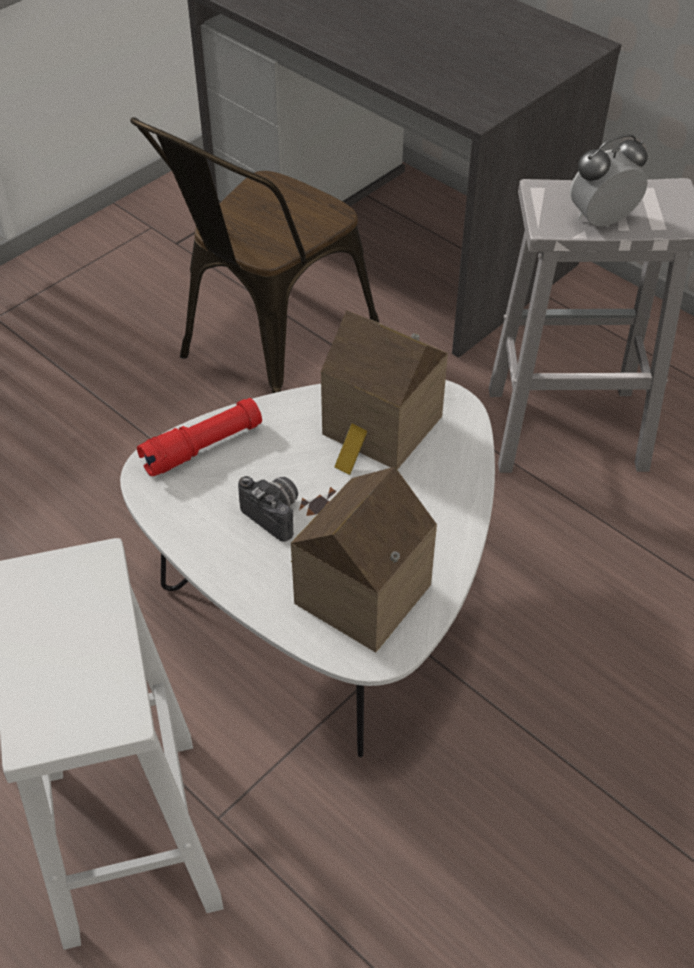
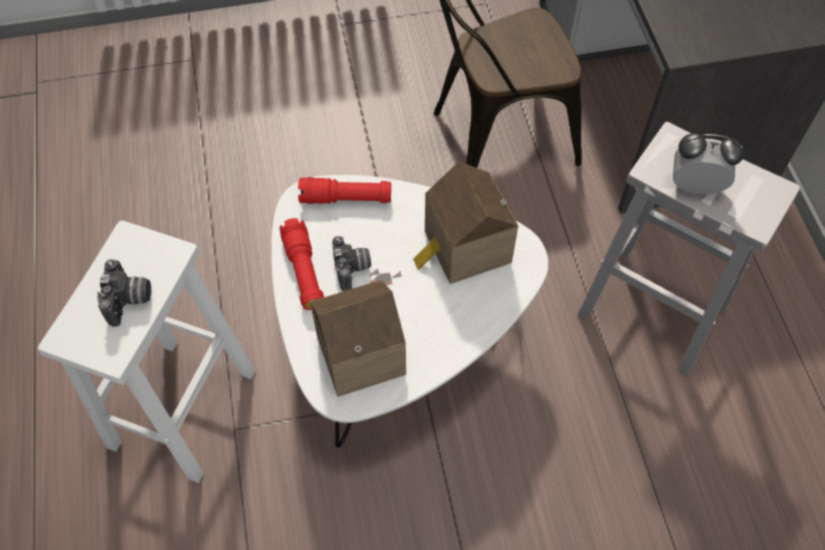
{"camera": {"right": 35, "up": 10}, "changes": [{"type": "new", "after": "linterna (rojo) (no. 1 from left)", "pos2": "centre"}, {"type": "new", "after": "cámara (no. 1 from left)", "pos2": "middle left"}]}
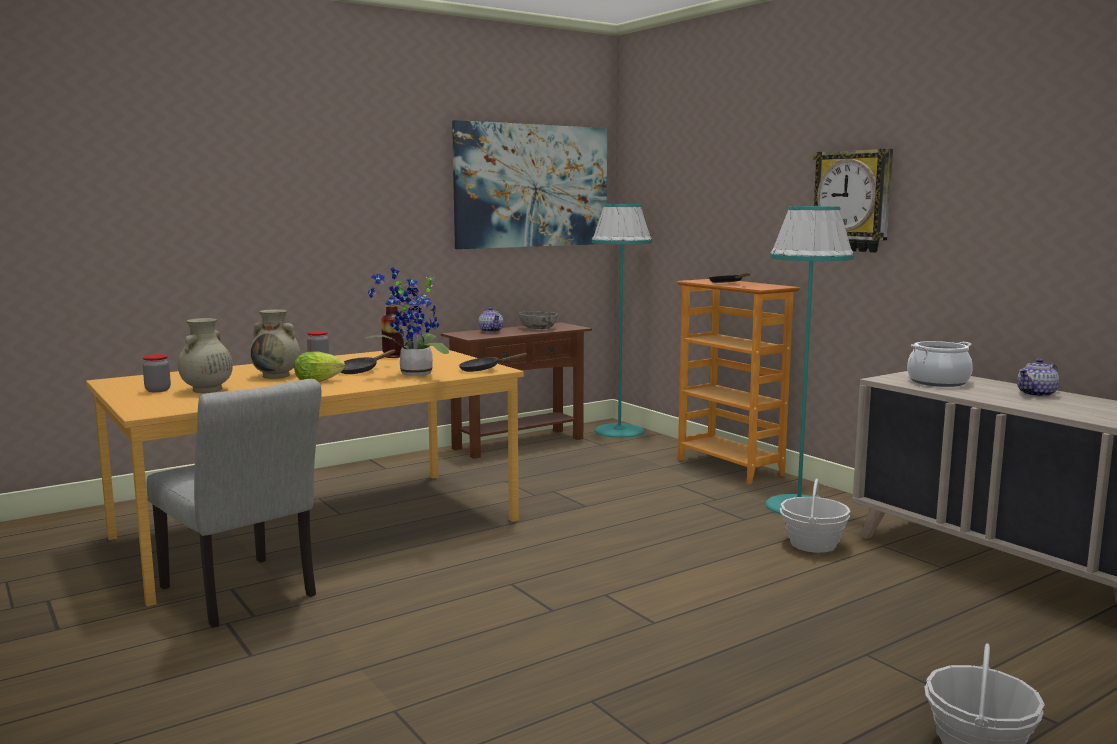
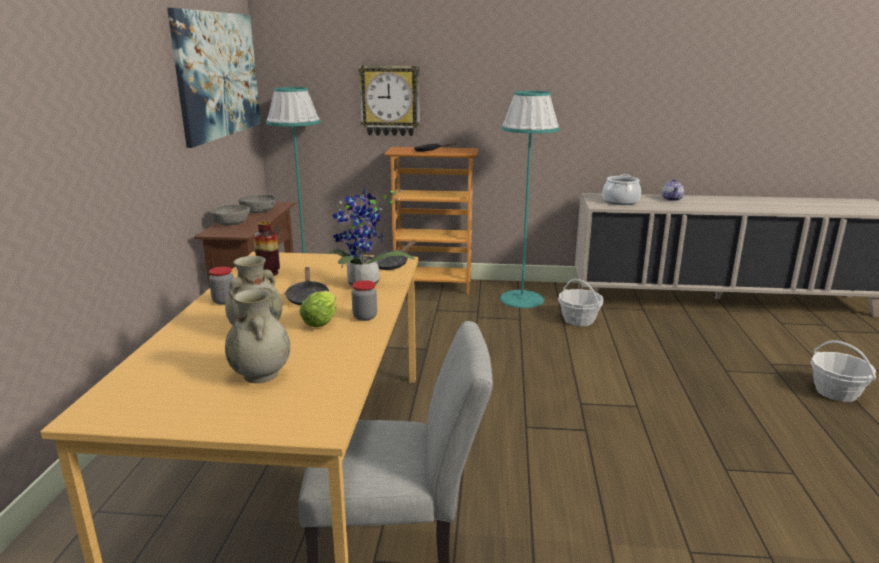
{"camera": {"right": -50, "up": 10}, "changes": [{"type": "shifted", "before": "reloj de pared", "pos1": "top right", "pos2": "top centre"}, {"type": "swapped", "before": "tetera (no. 1 from left)", "after": "cuenco (gris) (no. 1 from left)", "pos1": "centre", "pos2": "middle left"}, {"type": "shifted", "before": "tarro (no. 1 from left in the first image)", "after": "tarro (no. 2 from left)", "pos1": "middle left", "pos2": "centre"}]}
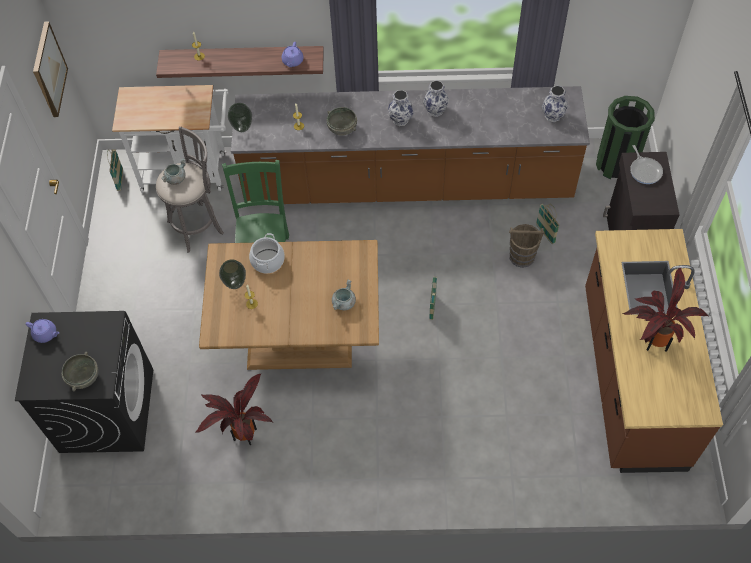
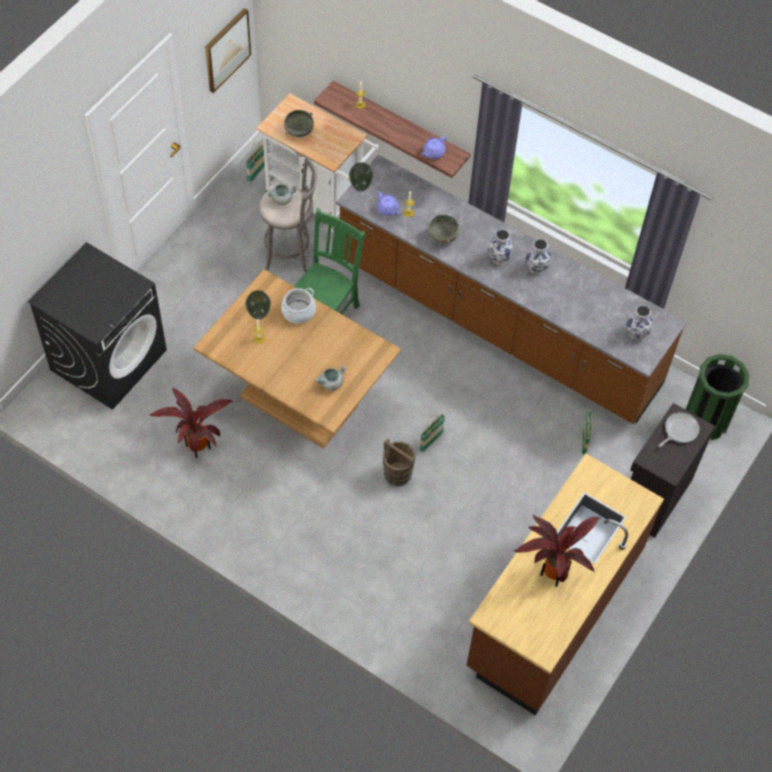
{"camera": {"right": 30, "up": 0}, "changes": [{"type": "rotated", "before": "sartén", "pos1": "top right", "pos2": "middle right", "turn": -150}, {"type": "shifted", "before": "cubo (marrón)", "pos1": "middle right", "pos2": "centre"}, {"type": "shifted", "before": "tetera (morado) (no. 1 from left)", "pos1": "middle left", "pos2": "top centre"}, {"type": "shifted", "before": "cuenco (gris) (no. 1 from left)", "pos1": "middle left", "pos2": "top centre"}]}
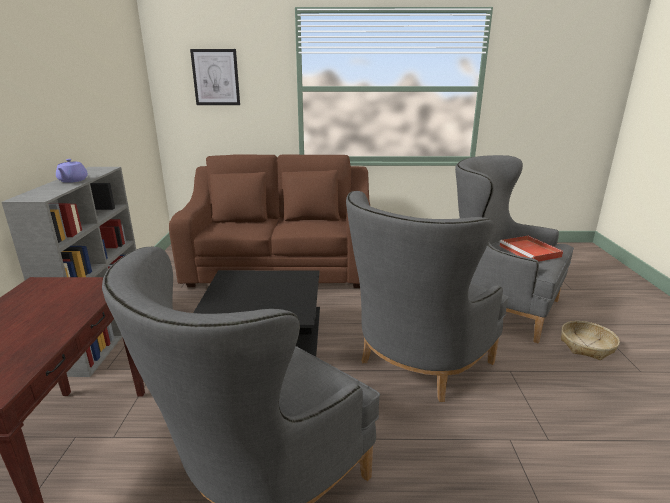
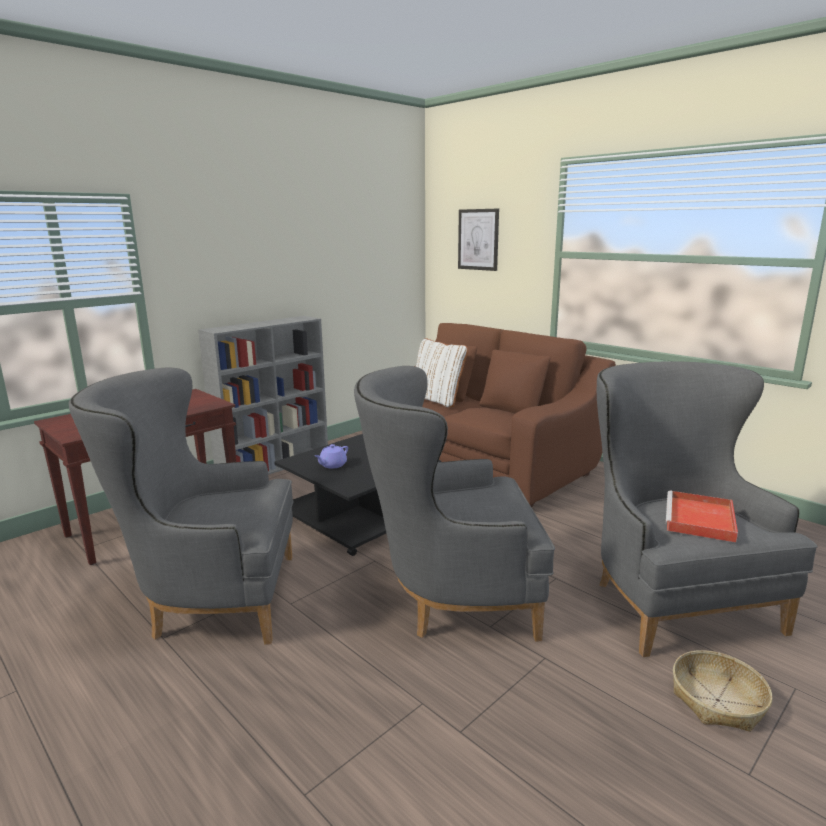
{"camera": {"right": 45, "up": -5}, "changes": [{"type": "shifted", "before": "tetera (morado)", "pos1": "middle left", "pos2": "centre"}, {"type": "new", "after": "cojín (blanco)", "pos2": "centre"}]}
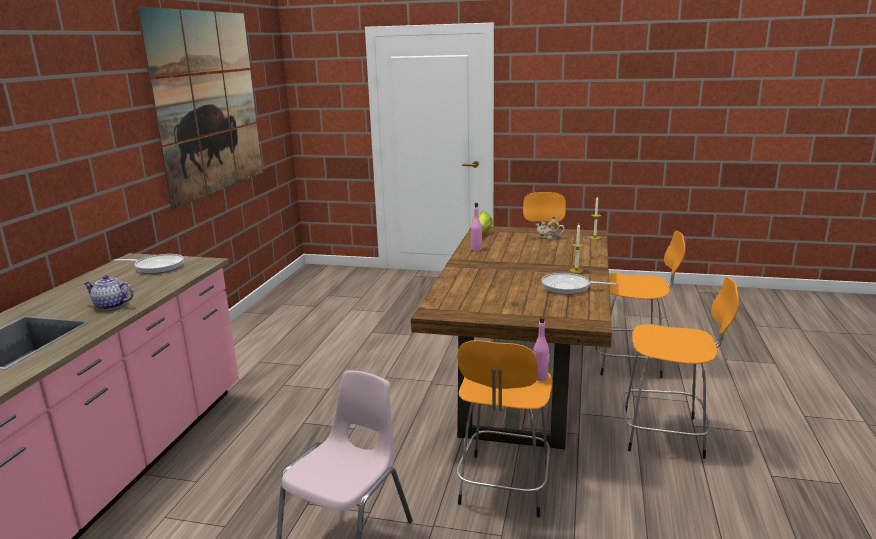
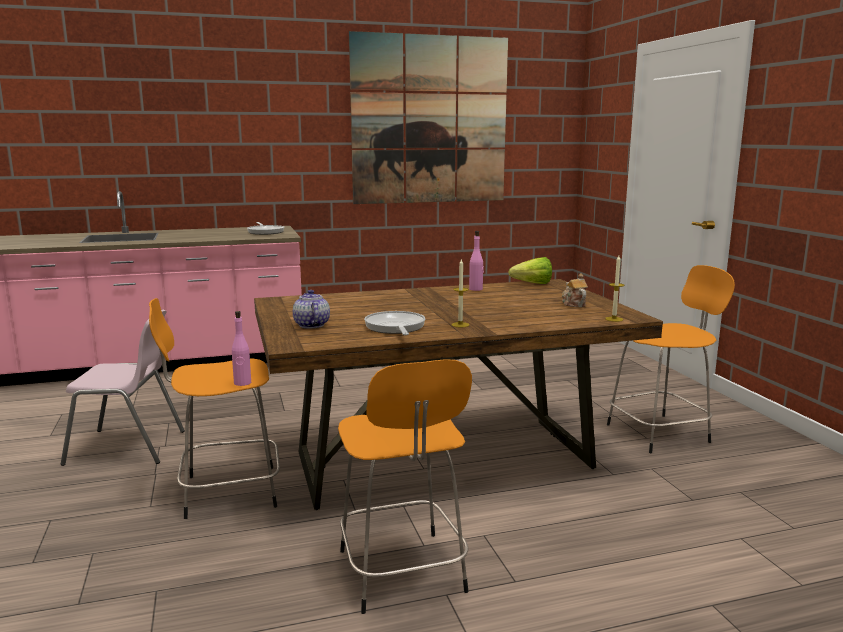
{"camera": {"right": 60, "up": -5}, "changes": [{"type": "gone", "before": "taburete (naranja) (no. 3 from left)", "pos1": "middle right"}, {"type": "shifted", "before": "tetera (no. 1 from left)", "pos1": "middle left", "pos2": "centre"}]}
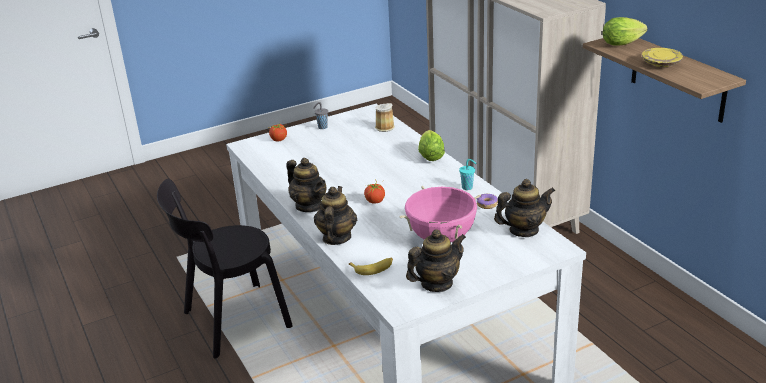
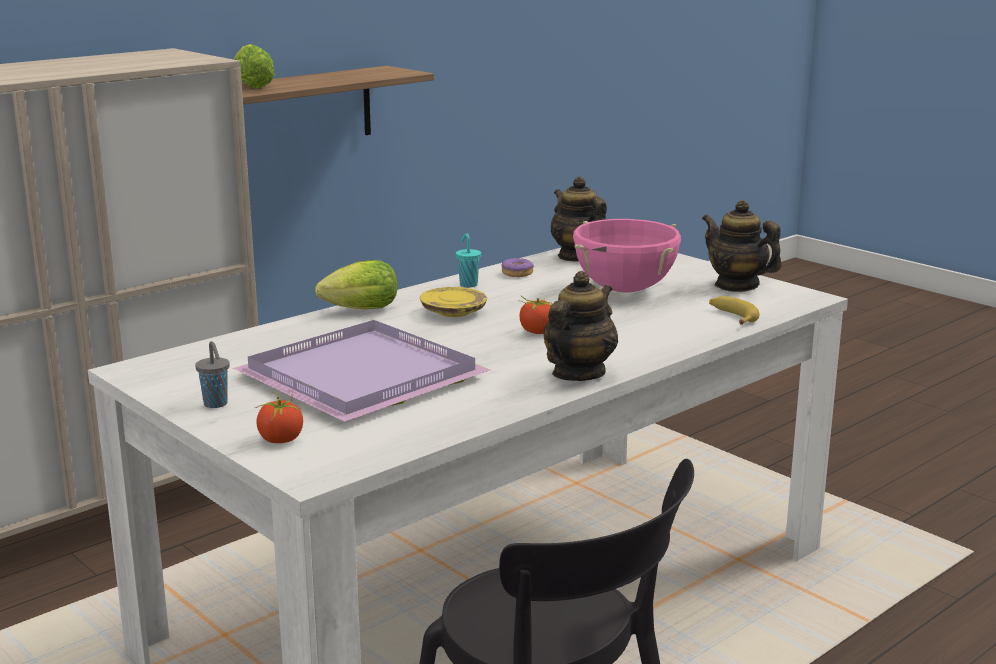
{"camera": {"right": -105, "up": -10}, "changes": [{"type": "shifted", "before": "plato (amarillo)", "pos1": "top right", "pos2": "centre"}, {"type": "gone", "before": "taza grande", "pos1": "top centre"}, {"type": "gone", "before": "tetera (no. 2 from left)", "pos1": "centre"}, {"type": "new", "after": "bandeja (morado)", "pos2": "centre"}]}
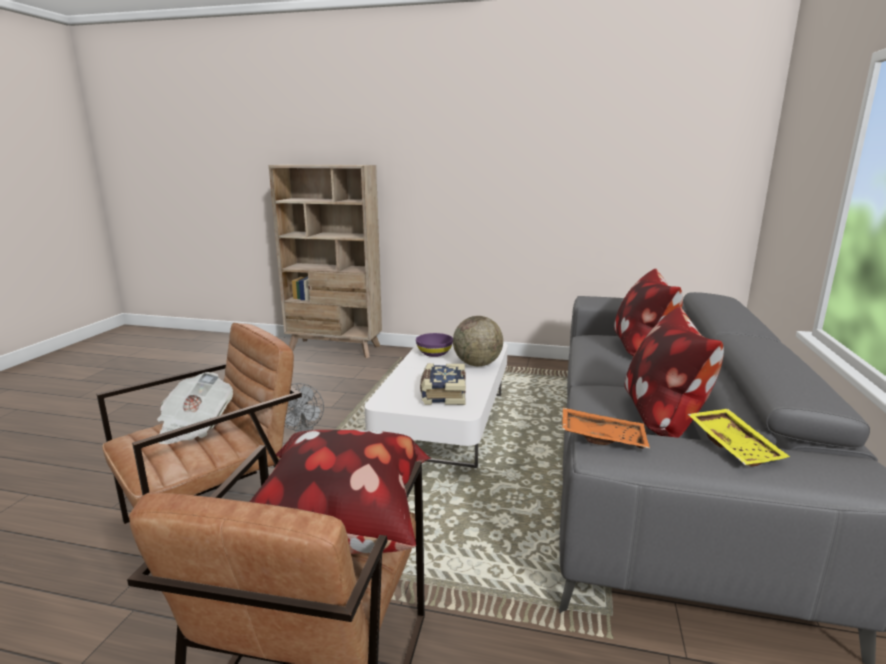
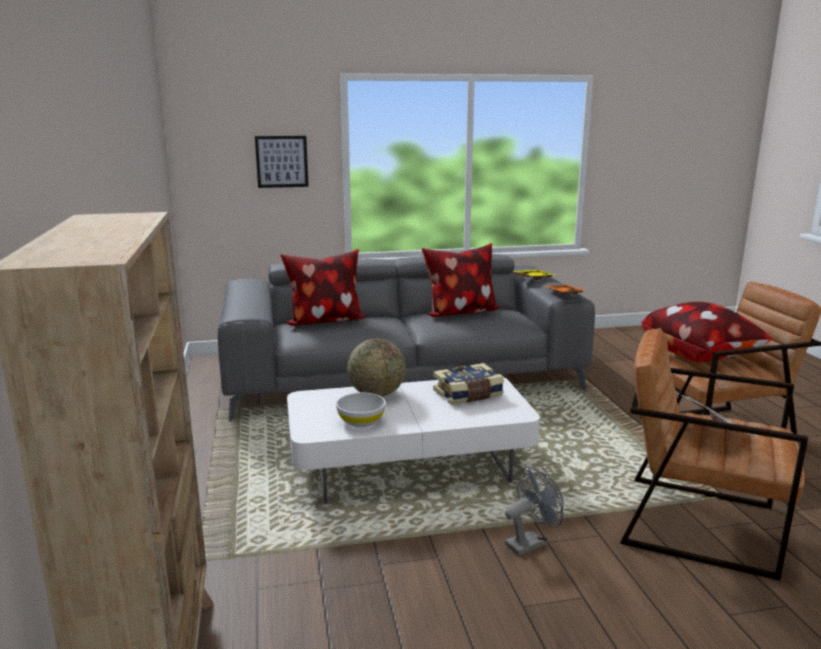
{"camera": {"right": -115, "up": 0}, "changes": [{"type": "repainted", "before": "cuenco (morado)", "after": "cuenco (blanco)", "pos1": "centre", "pos2": "centre"}, {"type": "new", "after": "cuadro", "pos2": "top centre"}]}
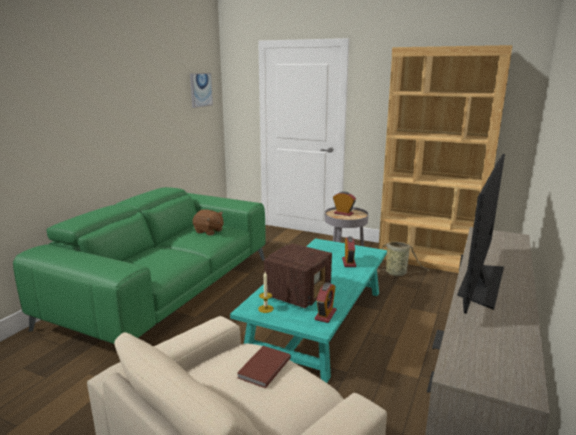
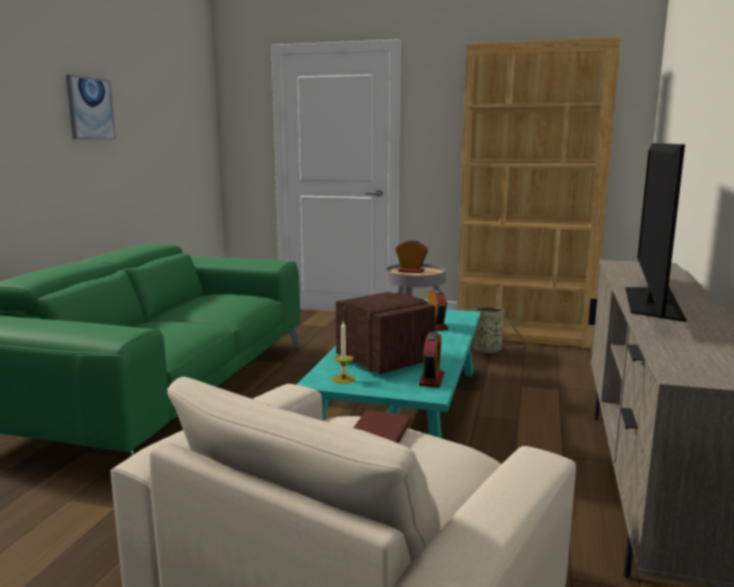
{"camera": {"right": -10, "up": -5}, "changes": [{"type": "shifted", "before": "cuadro", "pos1": "top centre", "pos2": "top left"}, {"type": "gone", "before": "peluche (marrón)", "pos1": "centre"}, {"type": "rotated", "before": "radio", "pos1": "centre", "pos2": "centre", "turn": -60}]}
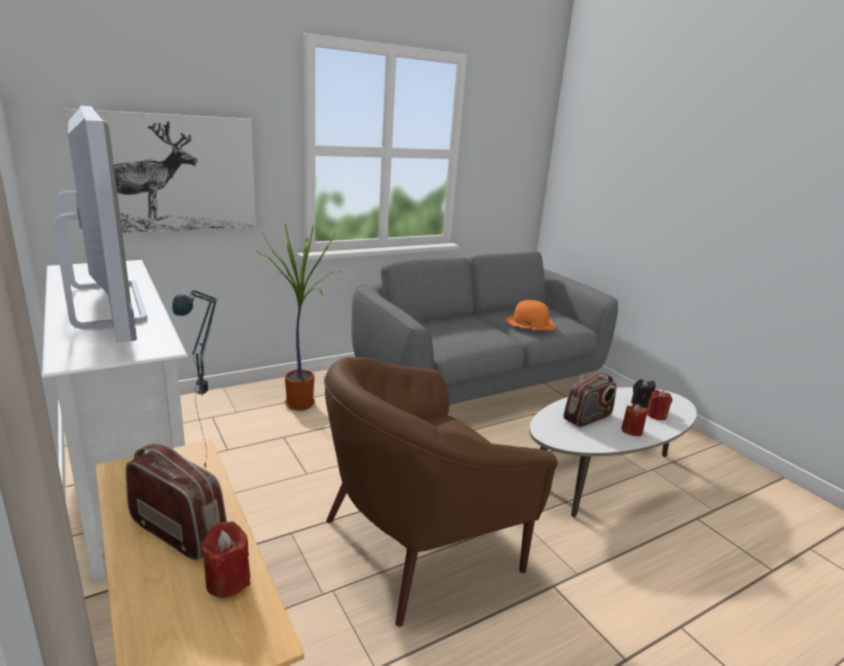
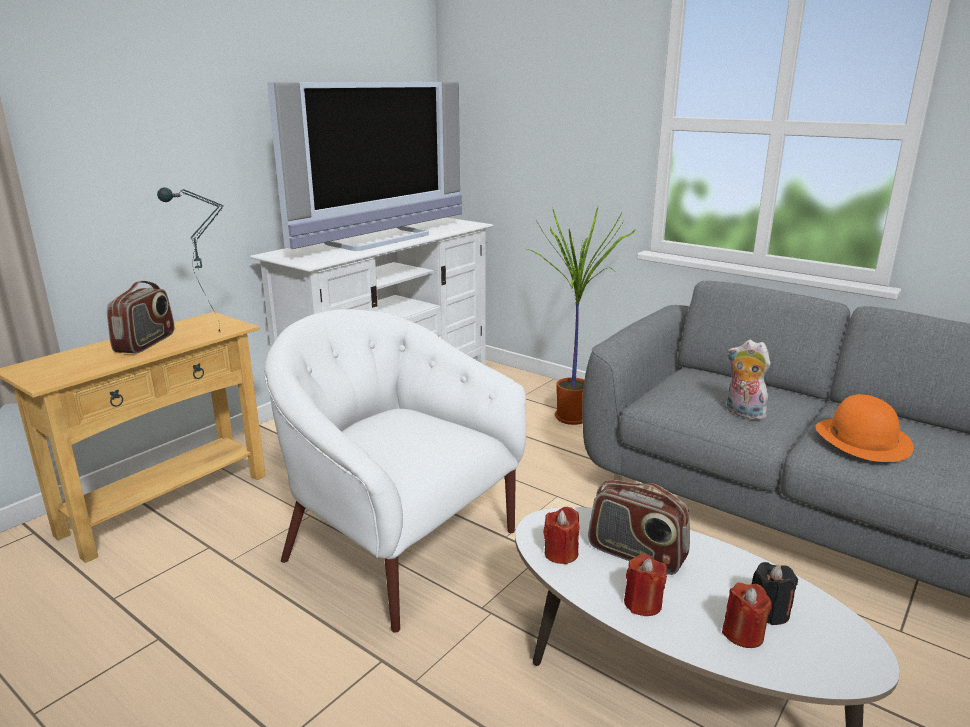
{"camera": {"right": 70, "up": 0}, "changes": [{"type": "gone", "before": "cuadro", "pos1": "top left"}, {"type": "repainted", "before": "sillón (marrón)", "after": "sillón (blanco)", "pos1": "bottom centre", "pos2": "centre"}, {"type": "shifted", "before": "vela (rojo) (no. 1 from left)", "pos1": "bottom left", "pos2": "bottom centre"}, {"type": "new", "after": "peluche", "pos2": "middle right"}]}
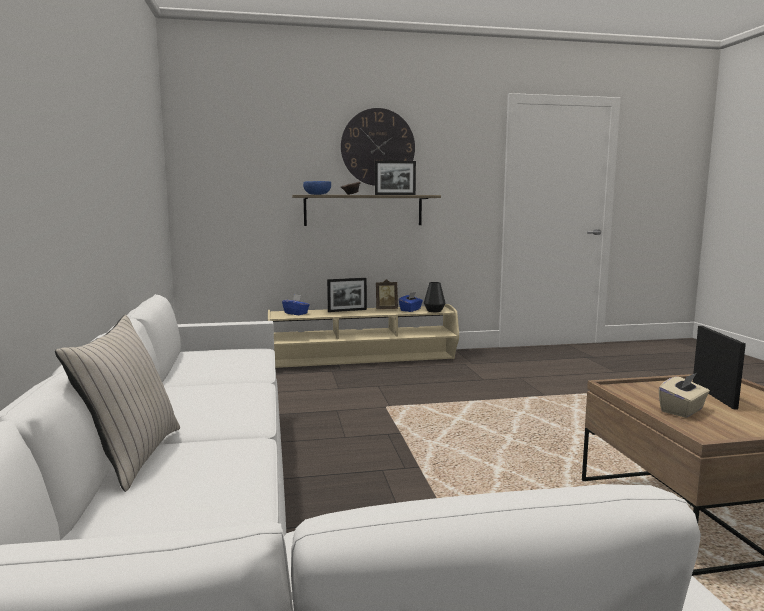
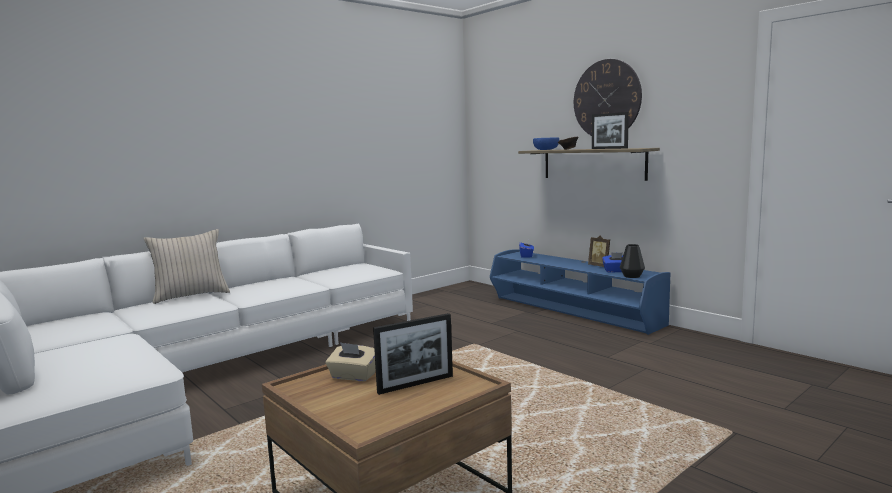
{"camera": {"right": 60, "up": 0}, "changes": [{"type": "gone", "before": "portarretratos (no. 1 from left)", "pos1": "centre"}, {"type": "repainted", "before": "mueble de televisión (beis)", "after": "mueble de televisión (azul)", "pos1": "centre", "pos2": "centre"}]}
